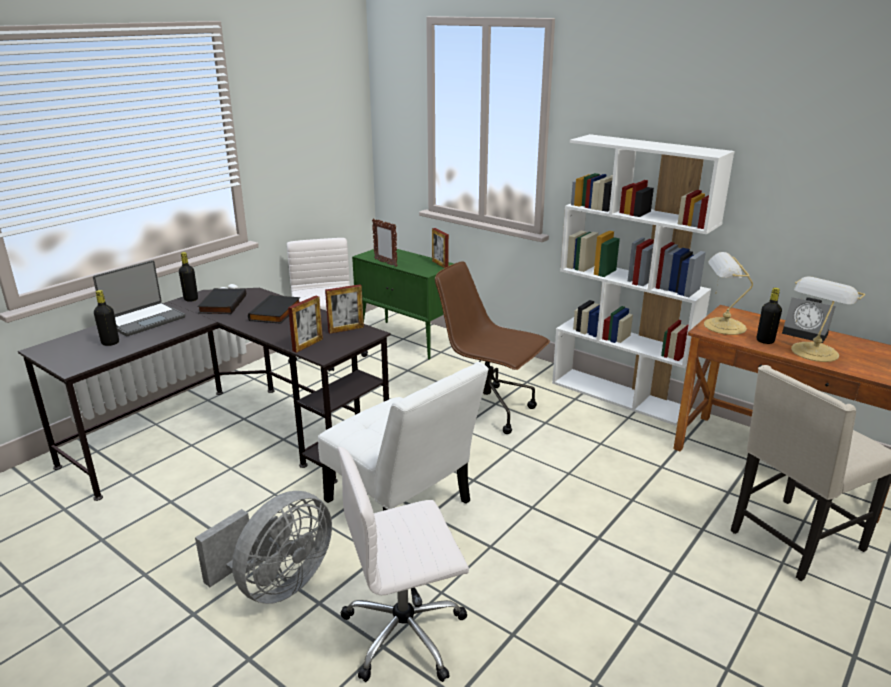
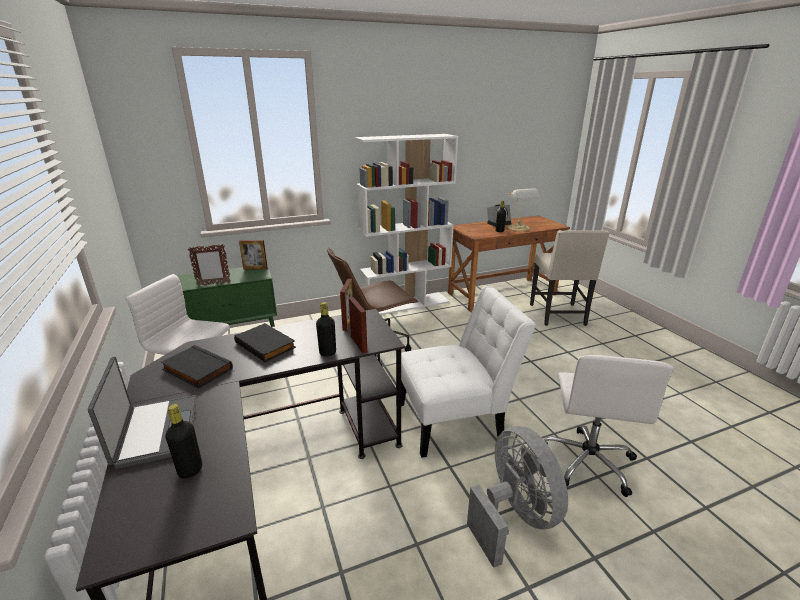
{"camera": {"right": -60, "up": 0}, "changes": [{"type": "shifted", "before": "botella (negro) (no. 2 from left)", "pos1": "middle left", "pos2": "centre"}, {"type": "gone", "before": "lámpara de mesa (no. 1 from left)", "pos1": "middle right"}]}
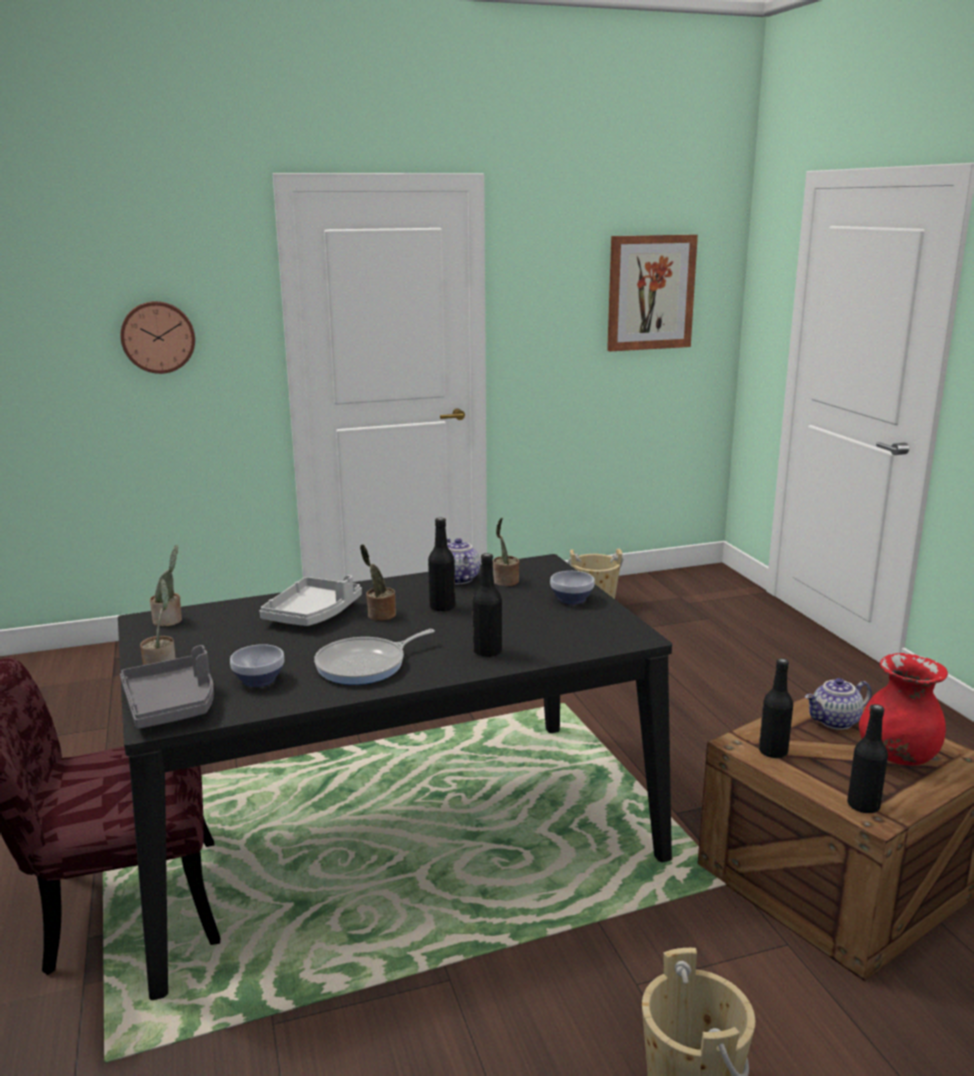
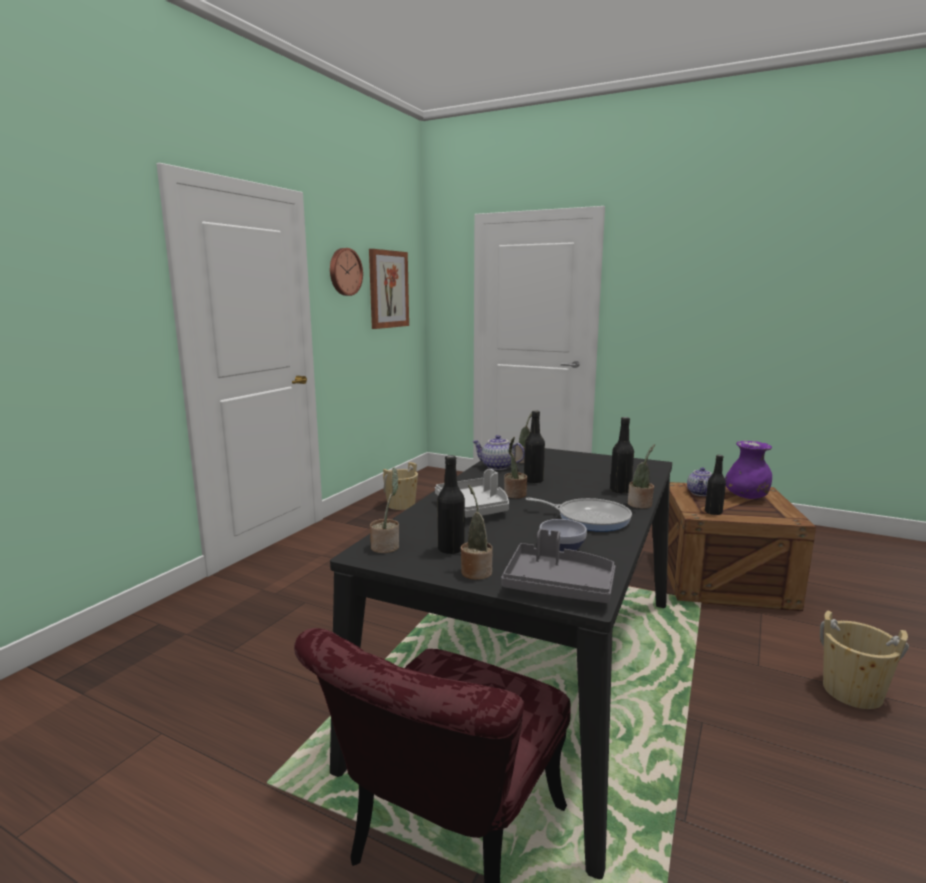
{"camera": {"right": -45, "up": -5}, "changes": [{"type": "shifted", "before": "reloj de pared", "pos1": "top left", "pos2": "top centre"}, {"type": "gone", "before": "cuenco (no. 2 from left)", "pos1": "centre"}, {"type": "rotated", "before": "sartén", "pos1": "centre", "pos2": "centre", "turn": -75}, {"type": "repainted", "before": "florero (rojo)", "after": "florero (morado)", "pos1": "middle right", "pos2": "middle right"}, {"type": "shifted", "before": "botella (negro) (no. 4 from left in the first image)", "after": "botella (negro) (no. 1 from left)", "pos1": "bottom right", "pos2": "centre"}, {"type": "new", "after": "planta en maceta (no. 5 from left)", "pos2": "middle right"}]}
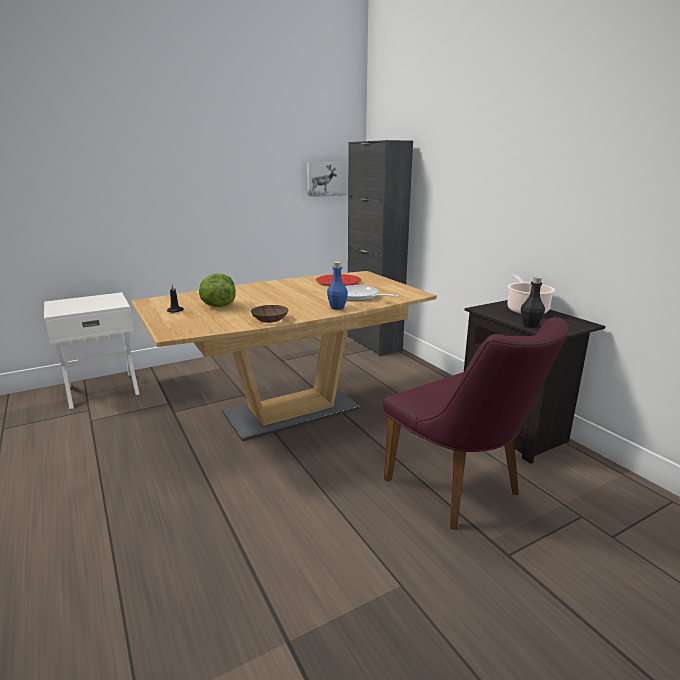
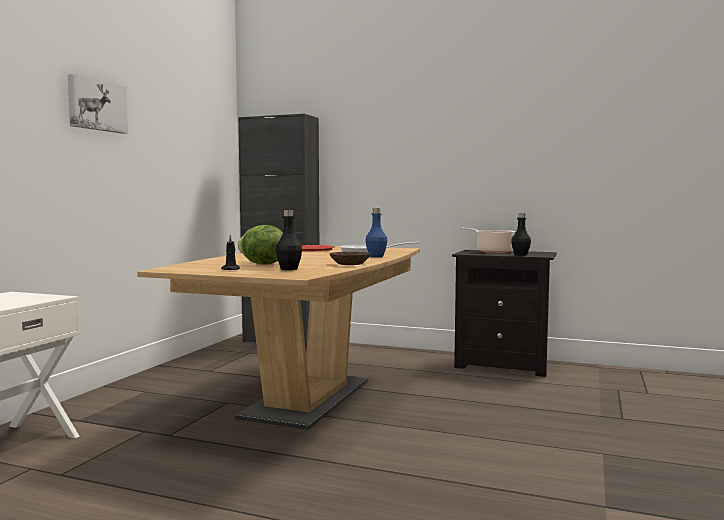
{"camera": {"right": -40, "up": -15}, "changes": [{"type": "shifted", "before": "cuadro", "pos1": "top centre", "pos2": "top left"}, {"type": "gone", "before": "silla (morado)", "pos1": "middle right"}, {"type": "new", "after": "botella (negro) (no. 1 from left)", "pos2": "centre"}]}
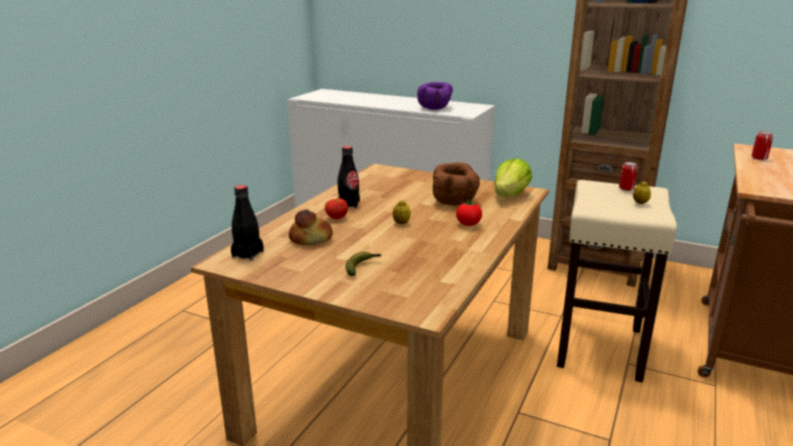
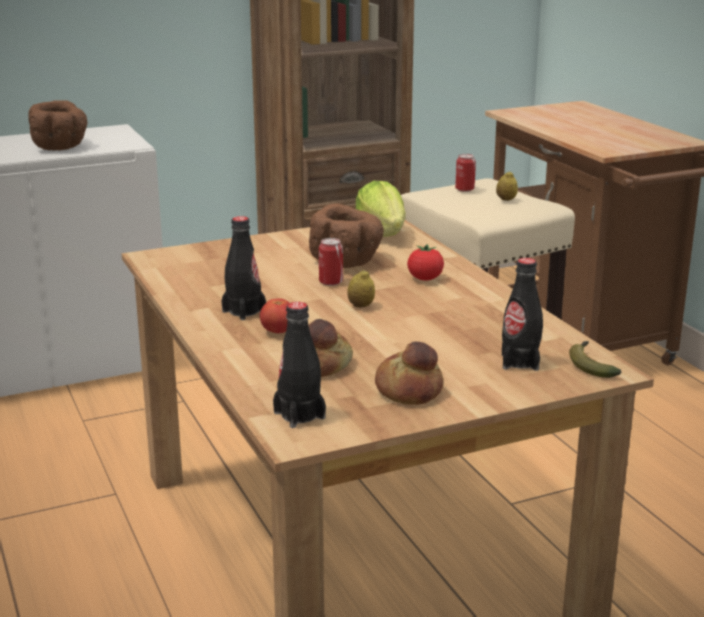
{"camera": {"right": -50, "up": 0}, "changes": [{"type": "repainted", "before": "cuenco (morado)", "after": "cuenco (marrón) (no. 1 from left)", "pos1": "top centre", "pos2": "top left"}, {"type": "shifted", "before": "lata (no. 2 from left in the first image)", "after": "lata (no. 1 from left)", "pos1": "top right", "pos2": "centre"}, {"type": "shifted", "before": "plátano", "pos1": "centre", "pos2": "middle right"}, {"type": "new", "after": "botella (negro) (no. 3 from left)", "pos2": "middle right"}, {"type": "new", "after": "pan (no. 2 from left)", "pos2": "centre"}]}
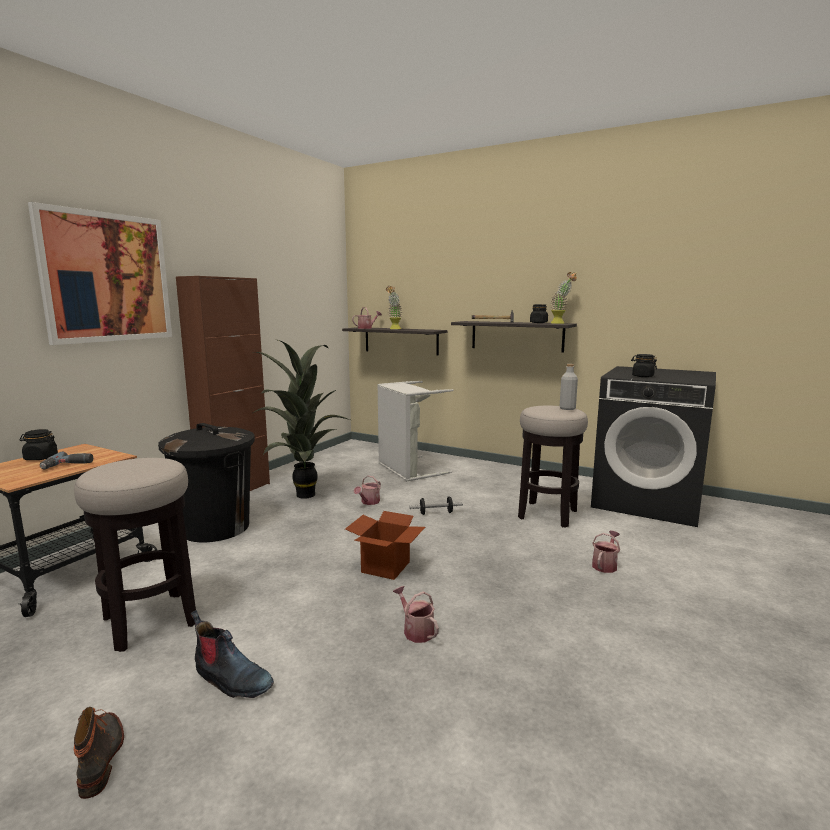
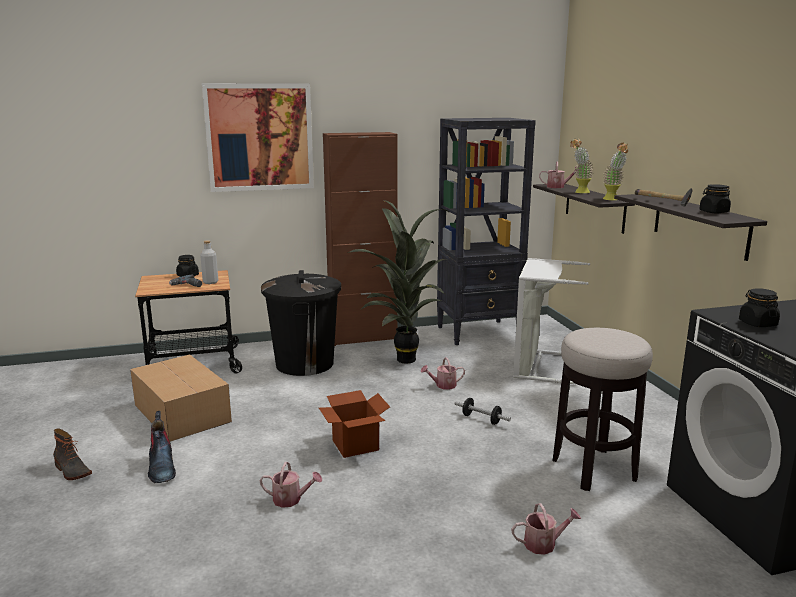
{"camera": {"right": 45, "up": 5}, "changes": [{"type": "shifted", "before": "planta en maceta (no. 3 from left)", "pos1": "middle right", "pos2": "top right"}, {"type": "shifted", "before": "botella (gris)", "pos1": "middle right", "pos2": "middle left"}, {"type": "swapped", "before": "taburete (no. 1 from left)", "after": "caja de cartón (no. 1 from left)", "pos1": "bottom left", "pos2": "bottom left"}, {"type": "rotated", "before": "regadera (no. 3 from left in the first image)", "pos1": "bottom centre", "pos2": "bottom centre", "turn": 90}, {"type": "rotated", "before": "bota (no. 1 from left)", "pos1": "bottom left", "pos2": "bottom left", "turn": 105}, {"type": "new", "after": "estantería (negro)", "pos2": "centre"}]}
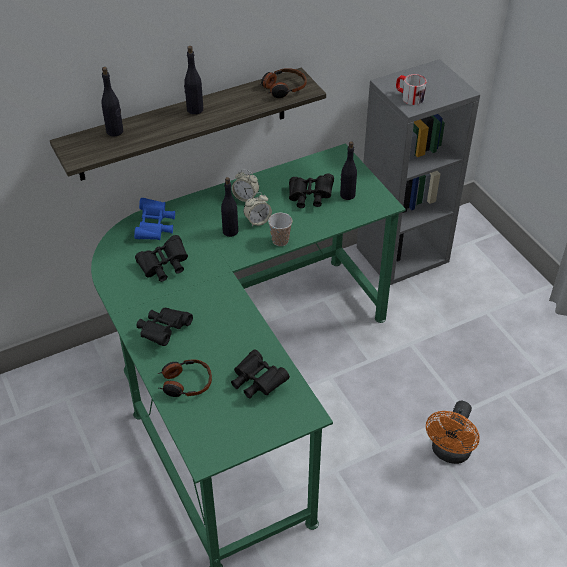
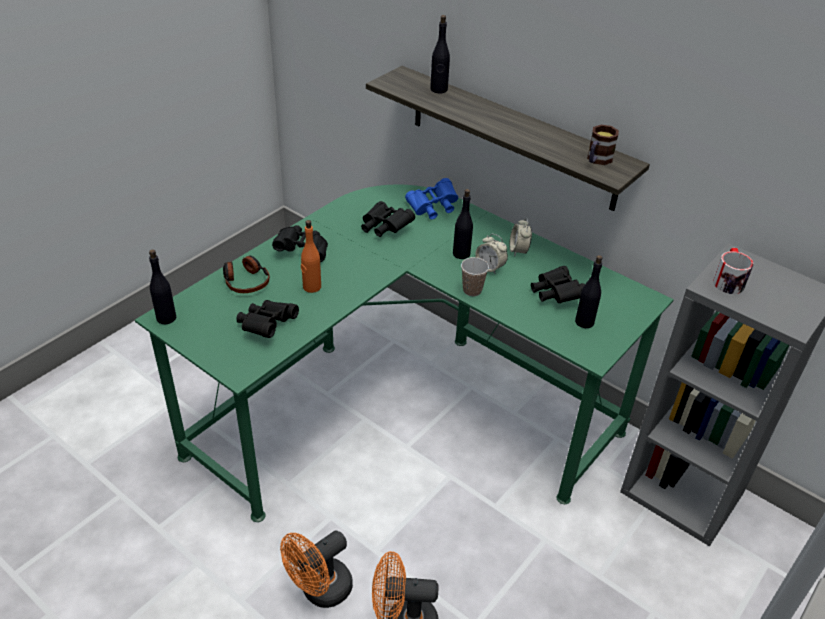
{"camera": {"right": 65, "up": -5}, "changes": [{"type": "shifted", "before": "botella (negro) (no. 2 from left in the first image)", "after": "botella (negro) (no. 1 from left)", "pos1": "top centre", "pos2": "middle left"}, {"type": "swapped", "before": "auriculares (no. 2 from left)", "after": "taza grande (no. 1 from left)", "pos1": "top centre", "pos2": "top right"}, {"type": "new", "after": "botella (naranja)", "pos2": "centre"}, {"type": "new", "after": "ventilador (naranja) (no. 1 from left)", "pos2": "bottom centre"}]}
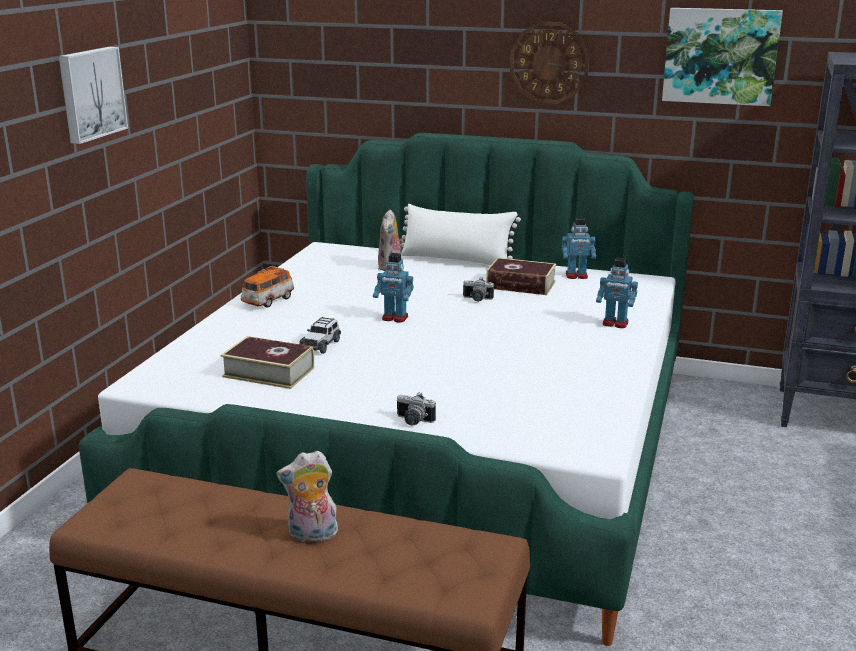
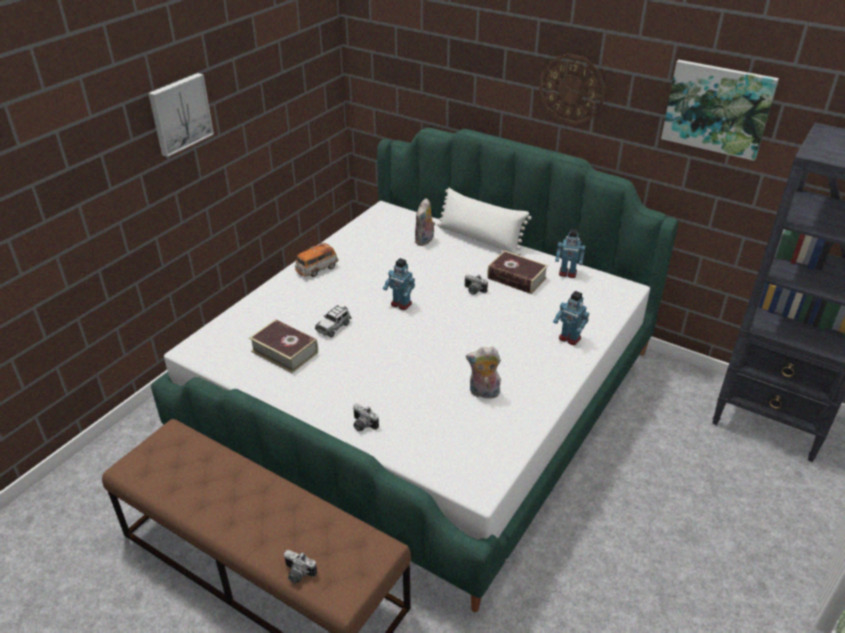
{"camera": {"right": 15, "up": 15}, "changes": [{"type": "shifted", "before": "peluche (no. 1 from left in the first image)", "after": "peluche (no. 2 from left)", "pos1": "bottom centre", "pos2": "centre"}, {"type": "new", "after": "cámara (no. 1 from left)", "pos2": "bottom centre"}]}
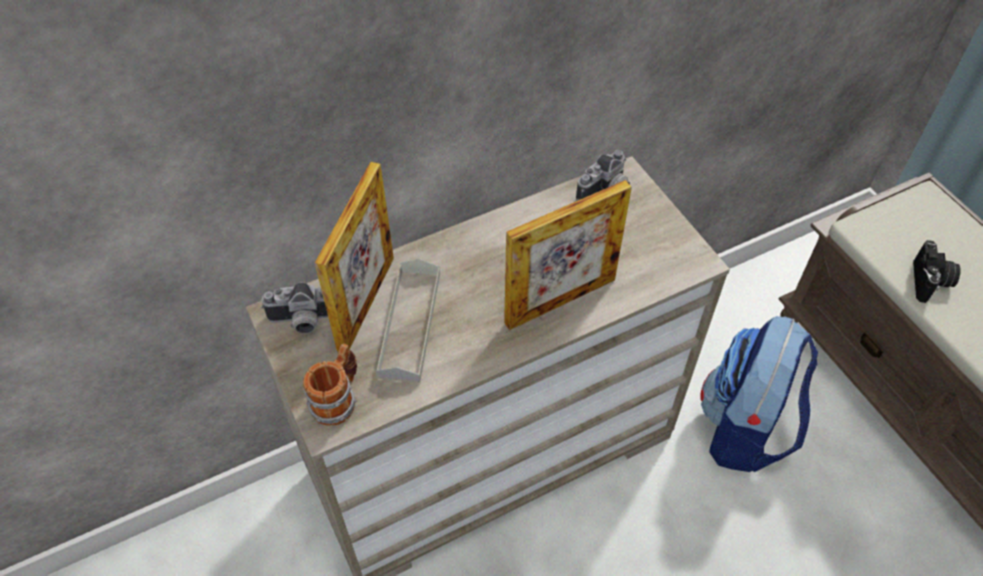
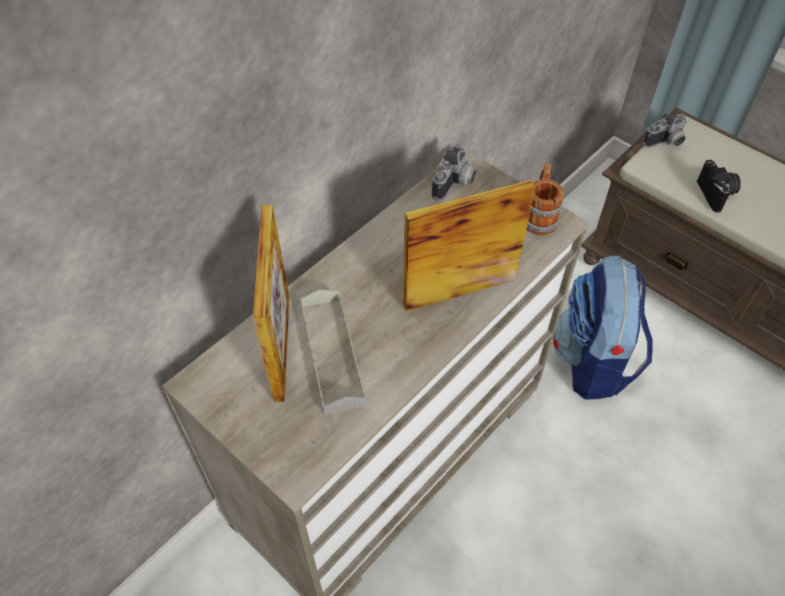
{"camera": {"right": -20, "up": 0}, "changes": [{"type": "rotated", "before": "portarretratos (no. 2 from left)", "pos1": "centre", "pos2": "centre", "turn": -150}, {"type": "shifted", "before": "cámara (no. 1 from left in the first image)", "after": "cámara (no. 2 from left)", "pos1": "middle left", "pos2": "top right"}, {"type": "shifted", "before": "taza grande", "pos1": "bottom centre", "pos2": "middle right"}]}
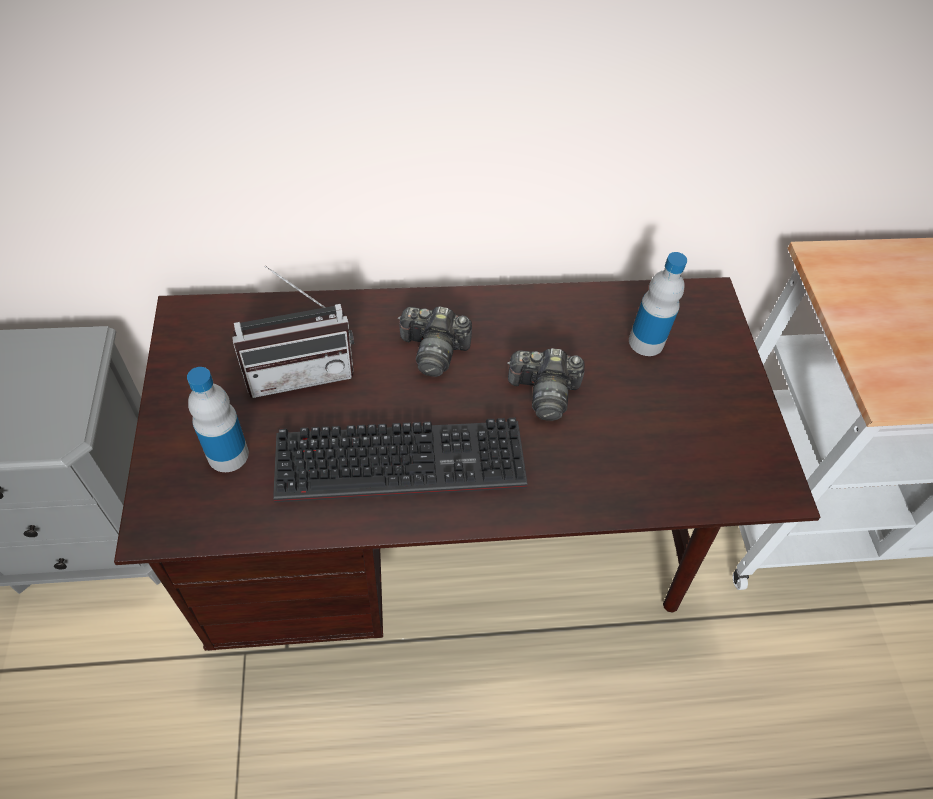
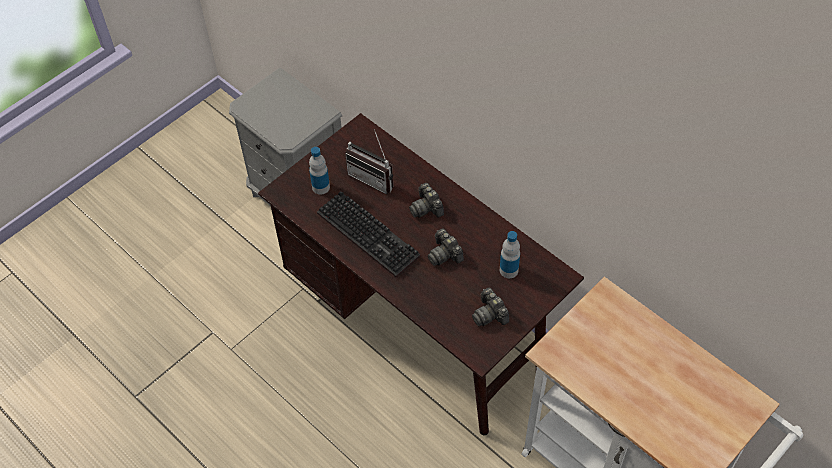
{"camera": {"right": 55, "up": 0}, "changes": [{"type": "new", "after": "cámara (no. 3 from left)", "pos2": "centre"}]}
